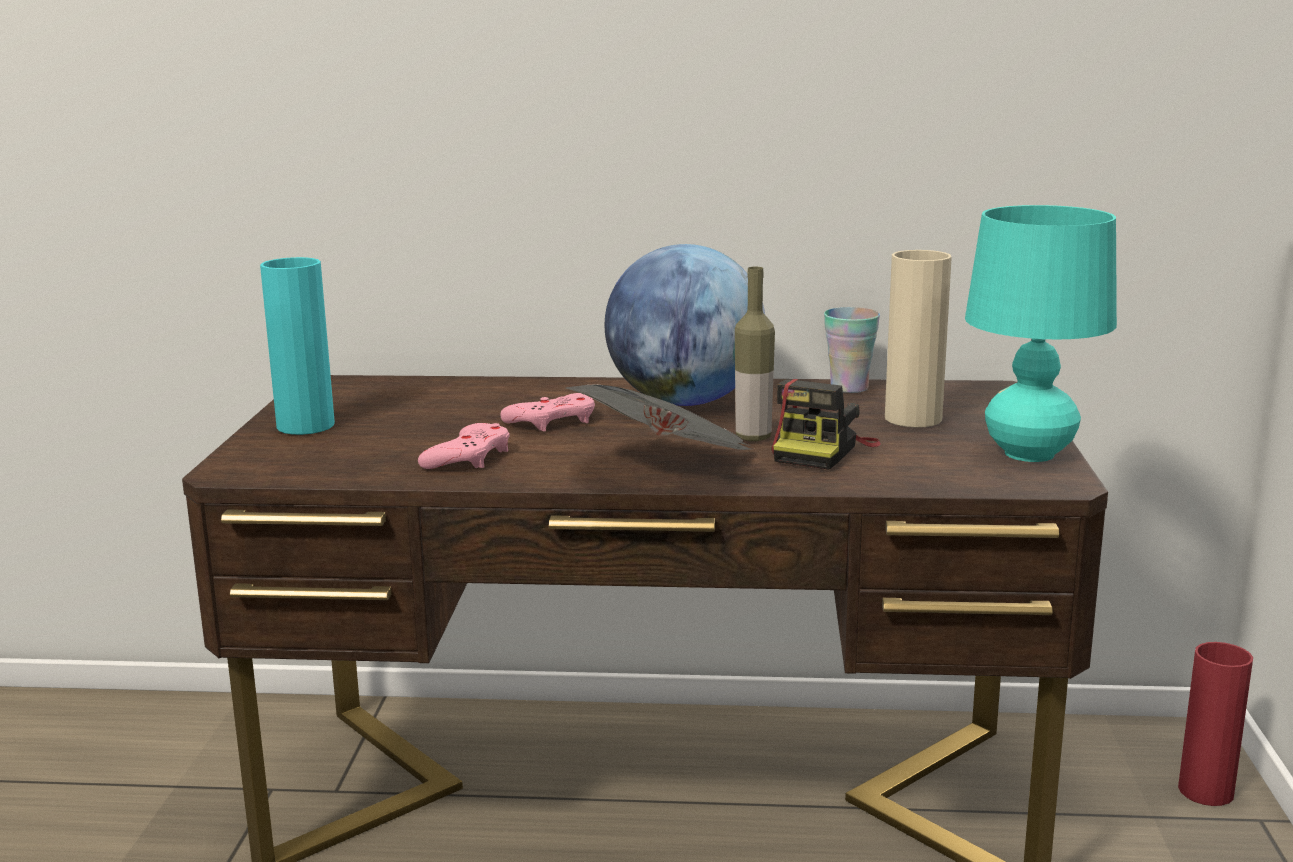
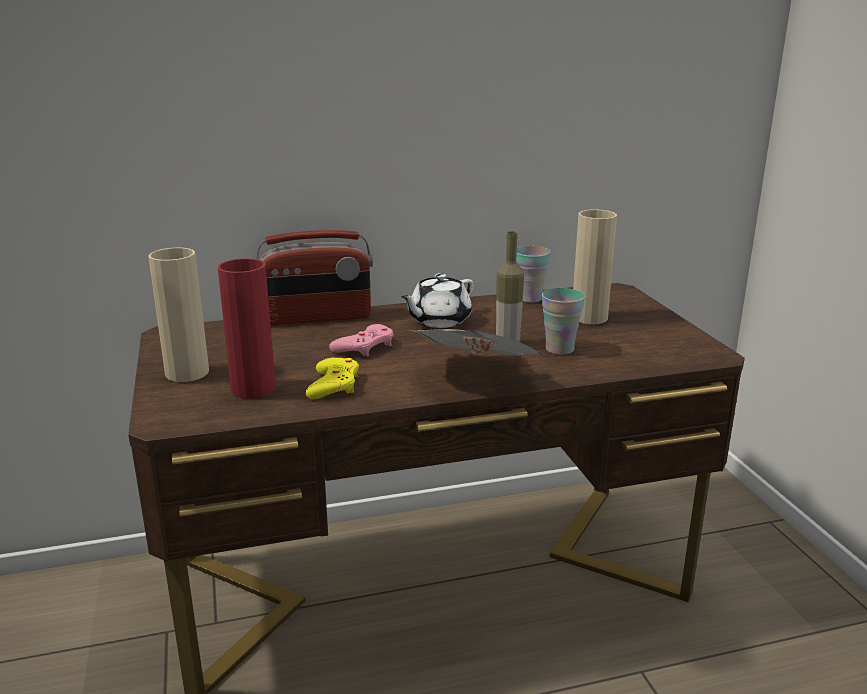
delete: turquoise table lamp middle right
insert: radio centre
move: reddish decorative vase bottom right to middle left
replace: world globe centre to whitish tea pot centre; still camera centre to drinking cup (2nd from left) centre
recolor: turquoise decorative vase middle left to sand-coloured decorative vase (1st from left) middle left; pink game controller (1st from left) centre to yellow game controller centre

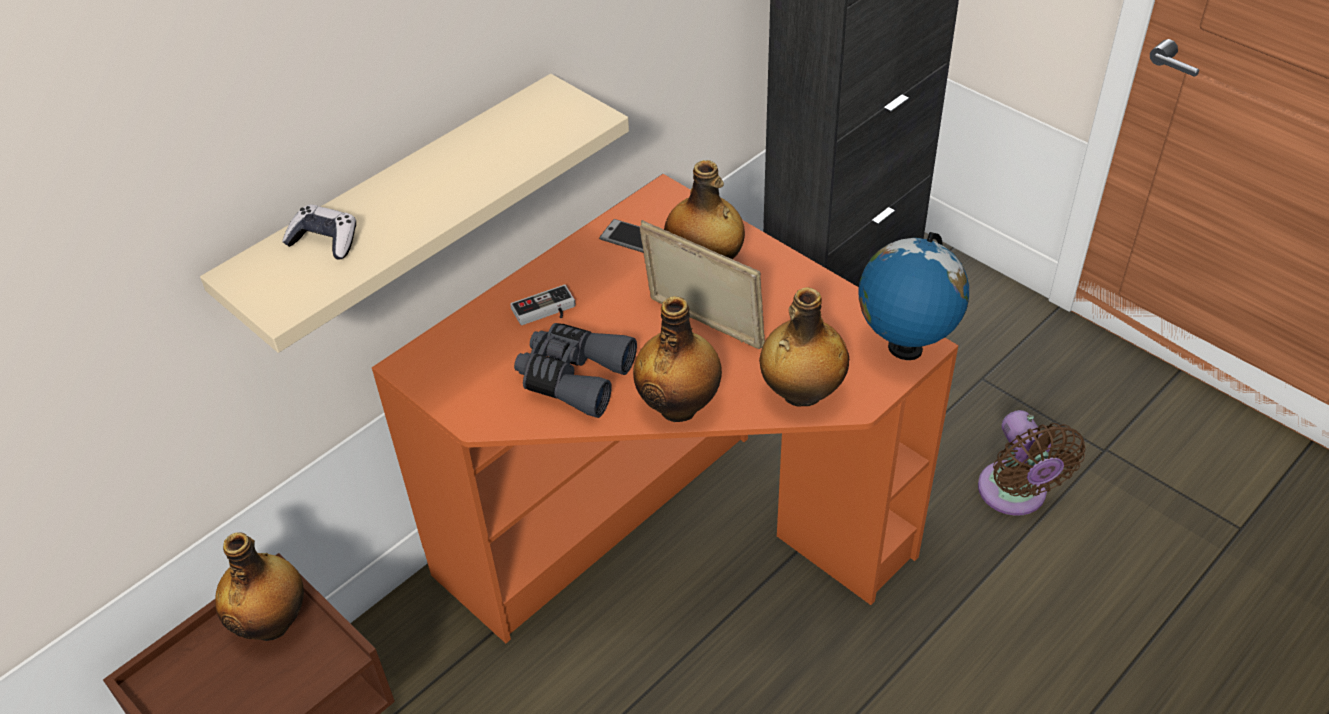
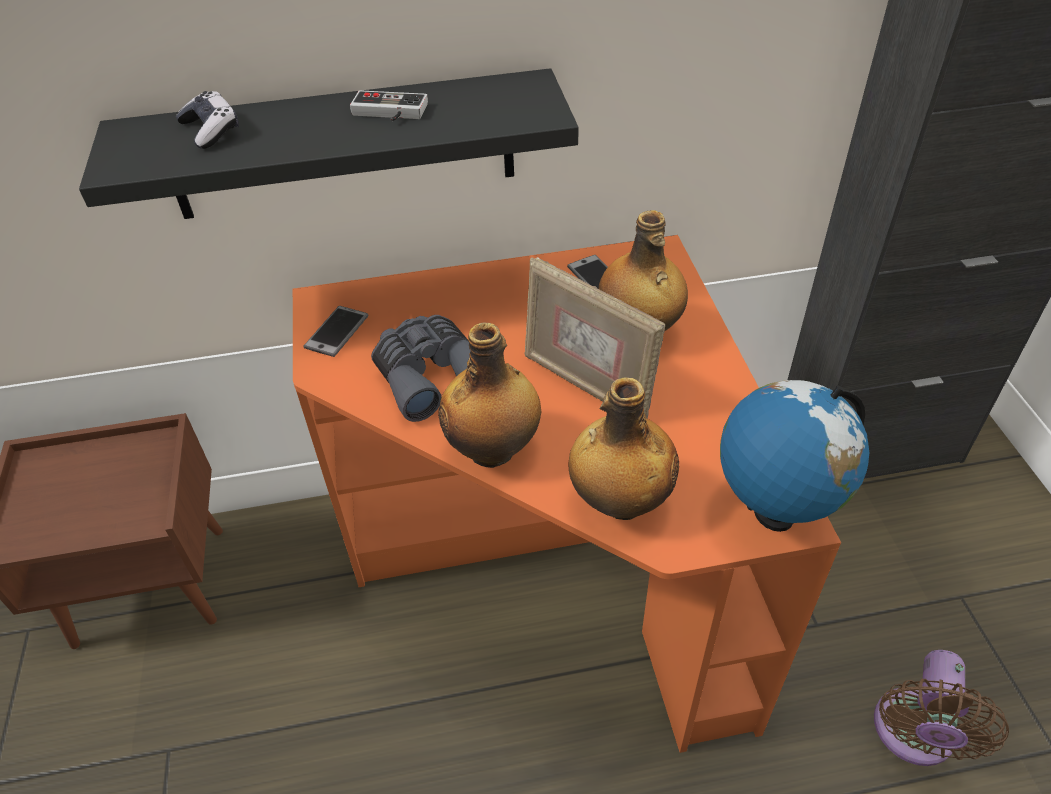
delete: bottle (1st from left) bottom left
insert: telephone (1st from left) middle left
move: game controller (2nd from left) centre to top centre
recolor: sand-coloured bracket shelf top left to black bracket shelf top left
rotate: photo frame centre = centre 150 degrees clockwise

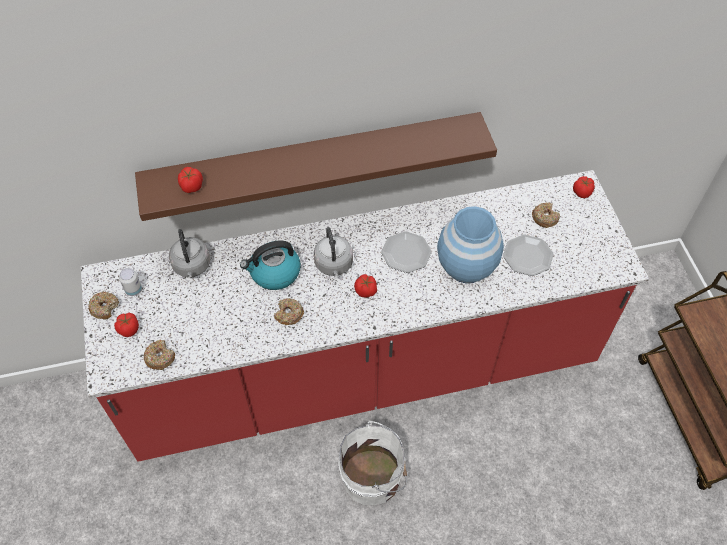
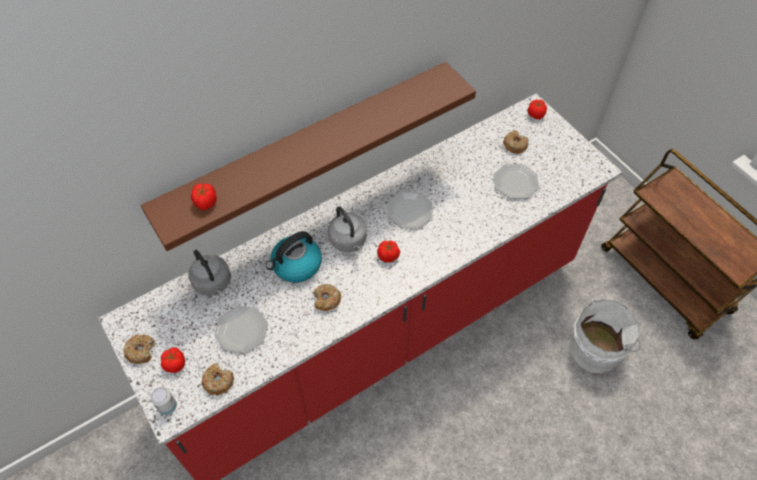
delete: blue-coloured decorative vase centre
insert: plate (1st from left) bottom left
move: sealed can middle left to bottom left; whitish water bucket bottom centre to bottom right

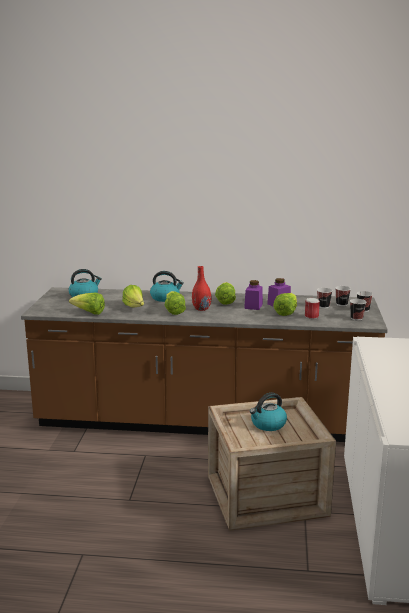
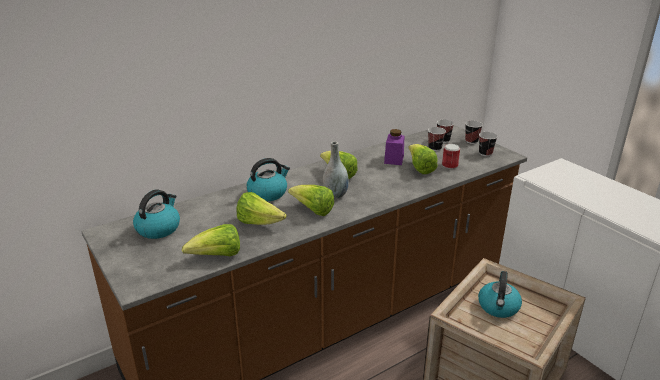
delete: purplish storage jar (1st from left) centre
recolor: reddish decorative vase centre to greyish decorative vase centre

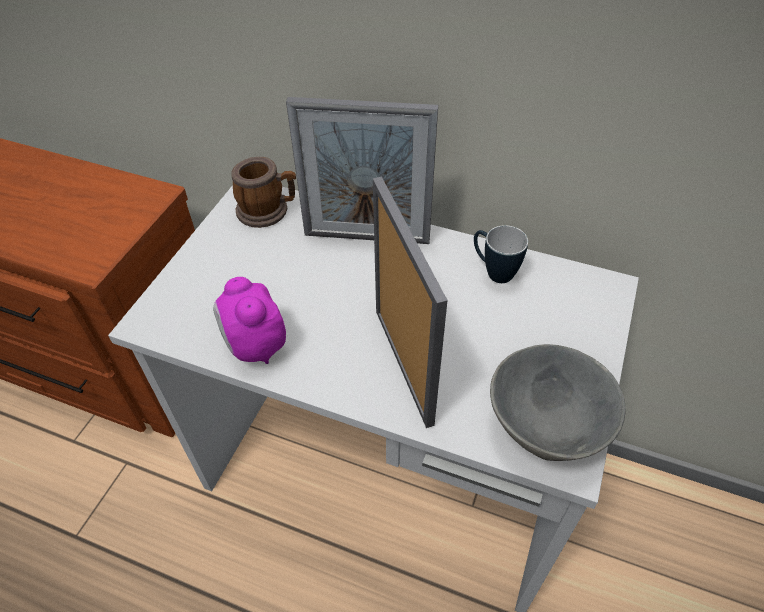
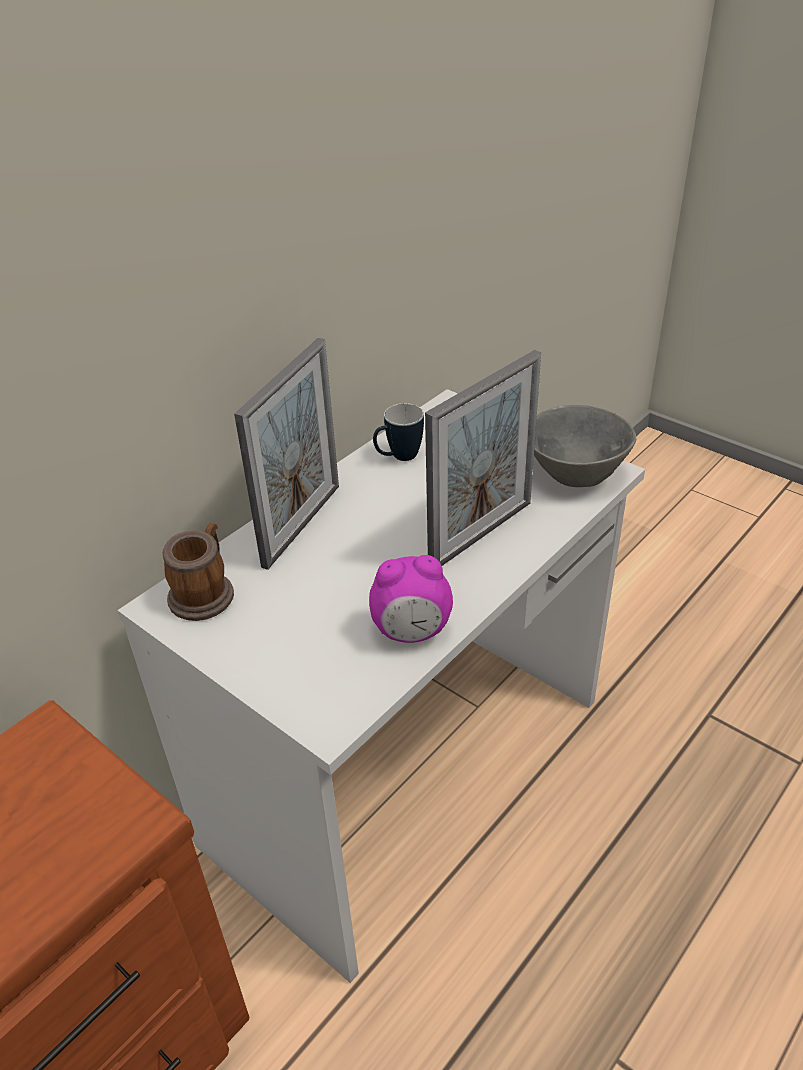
rotate: photo frame (2nd from left) centre = centre 135 degrees clockwise

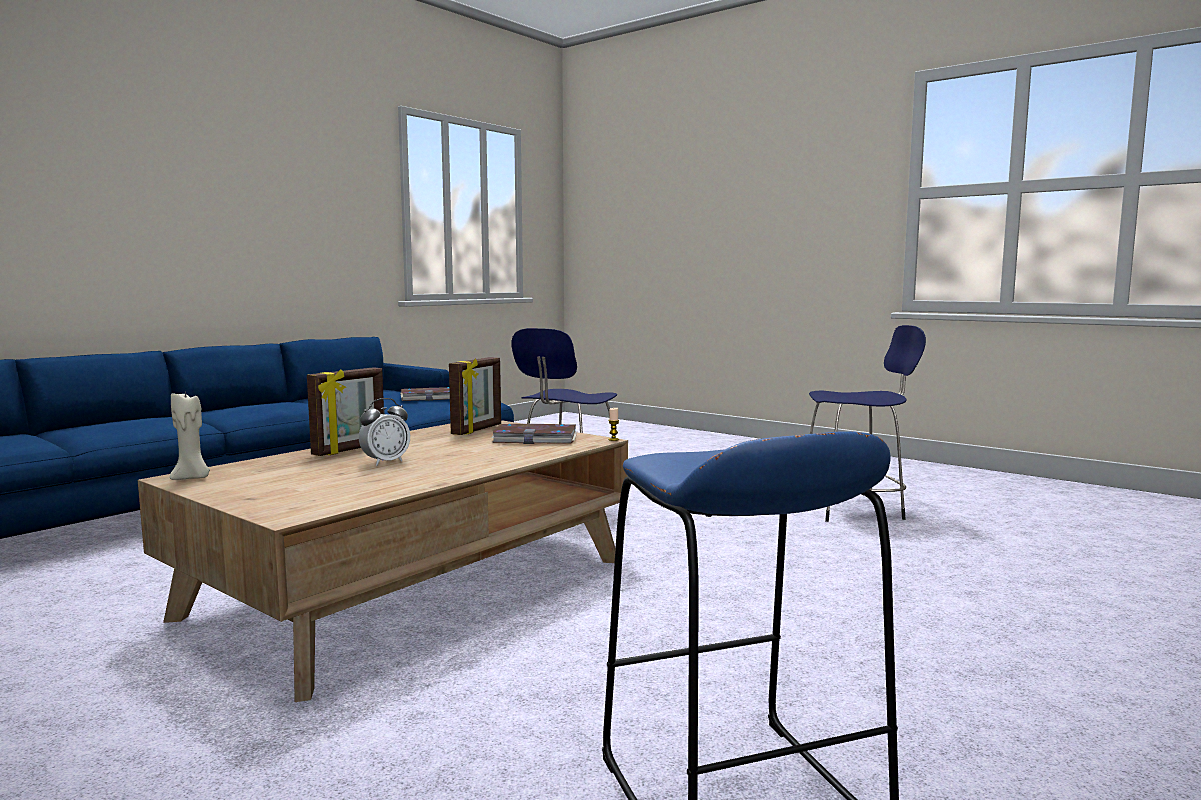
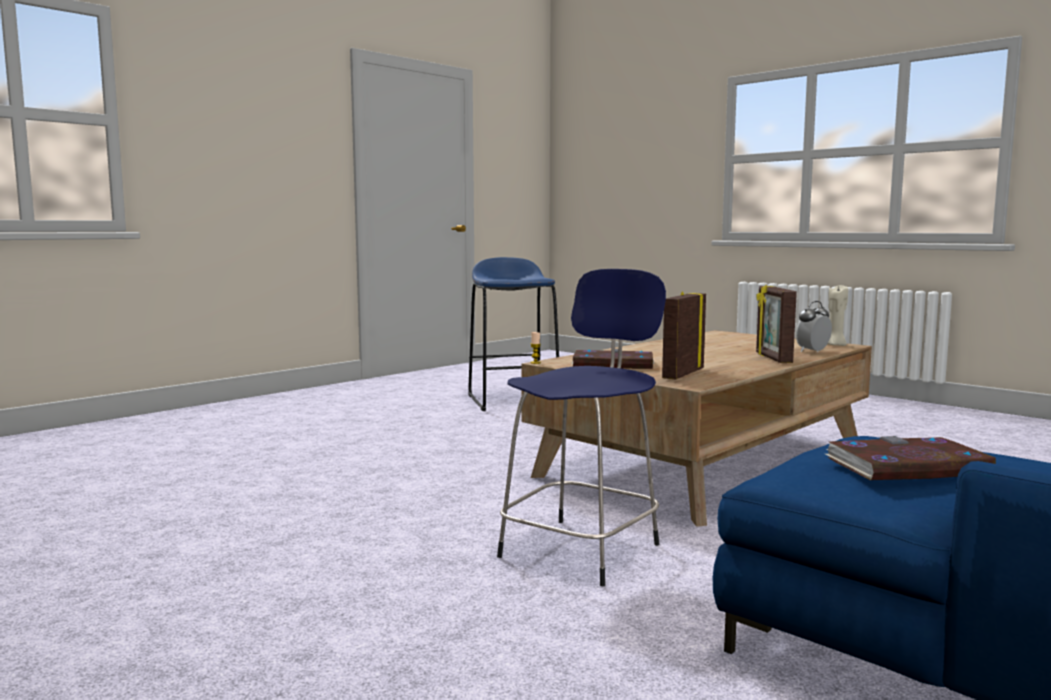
delete: blue-coloured stool (3rd from left) middle right
move: alarm clock middle left to middle right
rotate: photo frame (1st from left in the first image) middle left = middle right 45 degrees counterclockwise

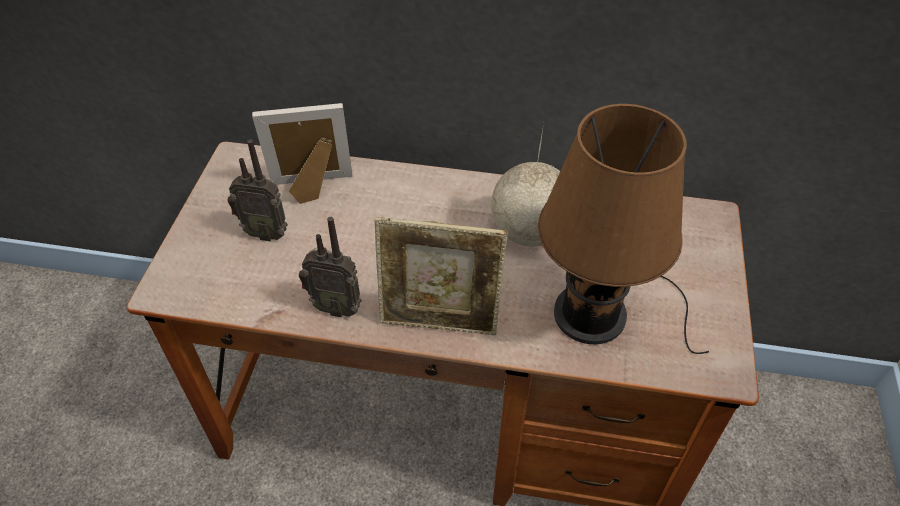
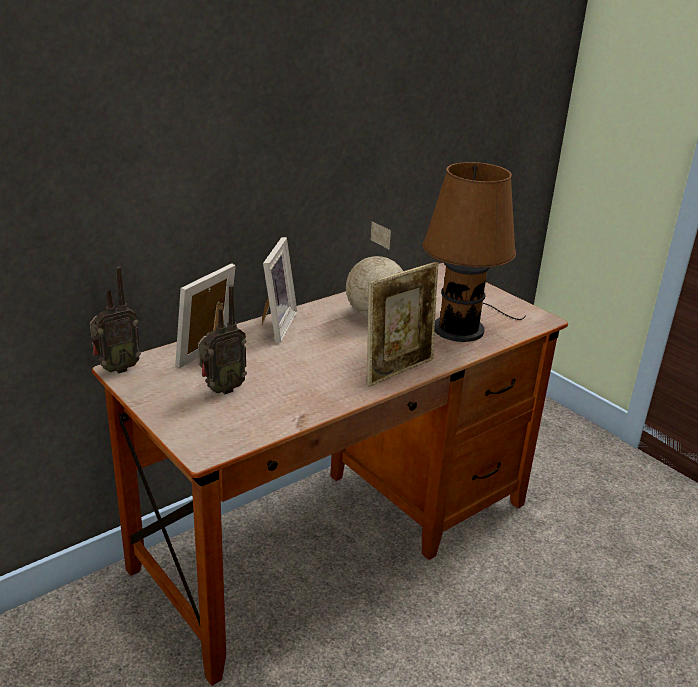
insert: photo frame (2nd from left) centre
move: radio (2nd from left in the first image) centre to radio (1st from left) middle left

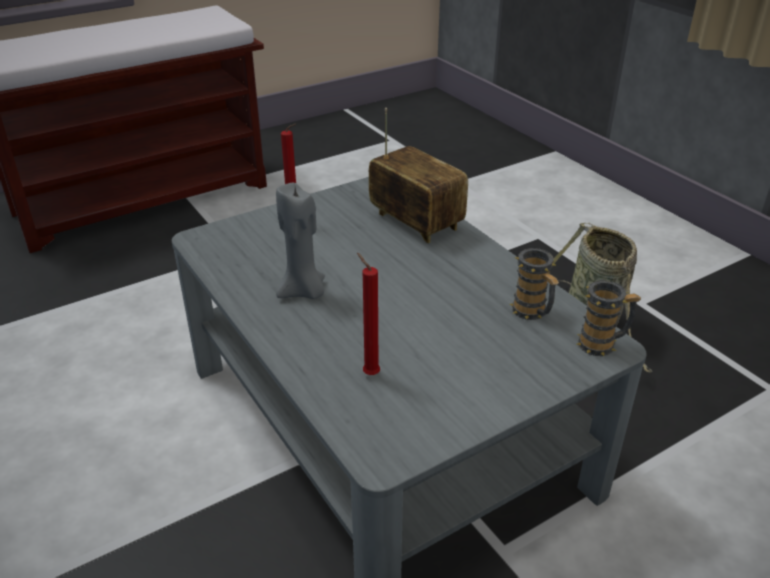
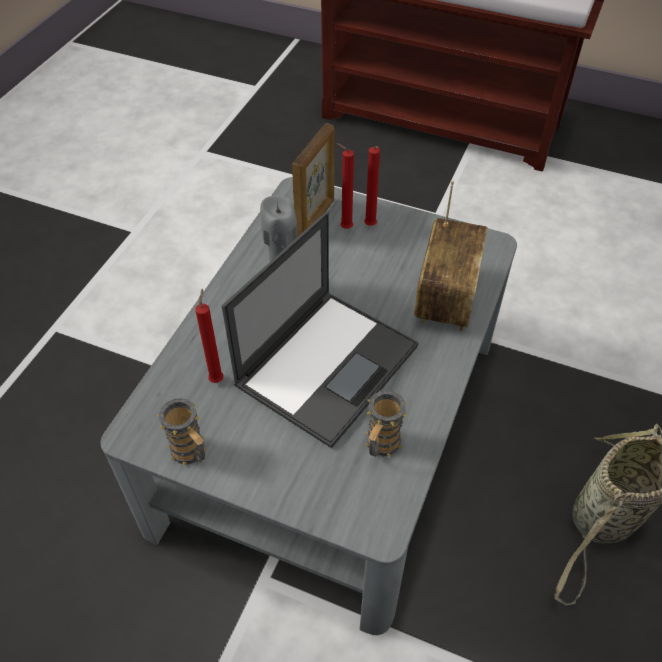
insert: notebook computer centre; photo frame top centre; reddish wax candle (2nd from left) top centre
move: mug (2nd from left in the first image) middle right to mug (1st from left) middle left

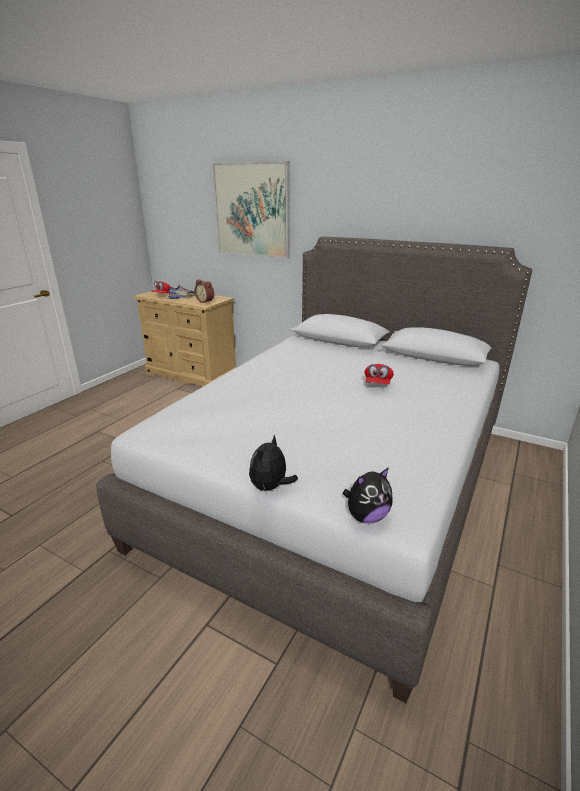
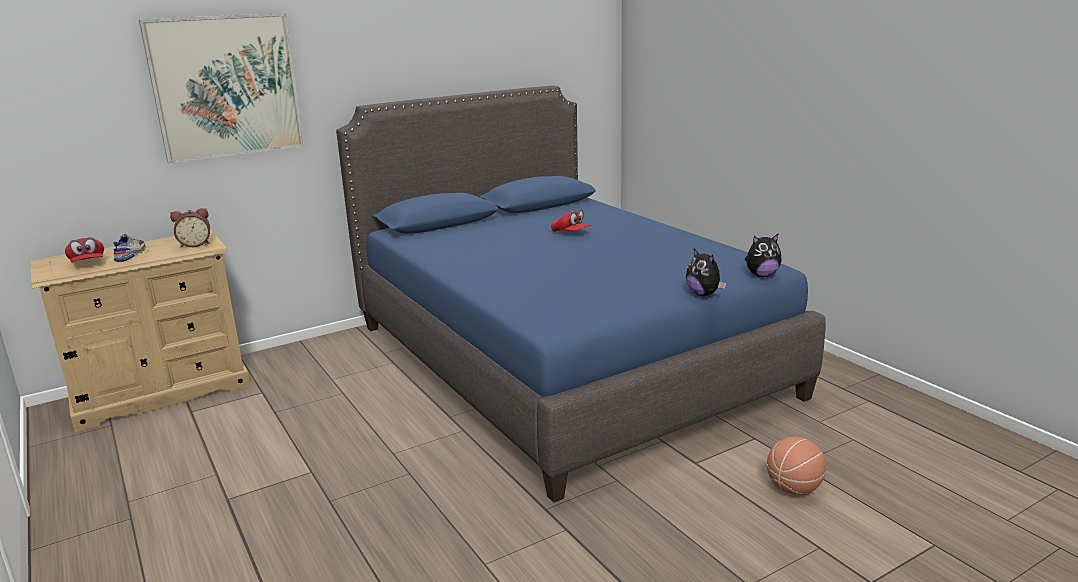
insert: ball for basketball bottom right
recolor: greyish sleeping bed centre to blue-coloured sleeping bed centre
rotate: cuddly toy (2nd from left) centre = middle right 75 degrees clockwise

